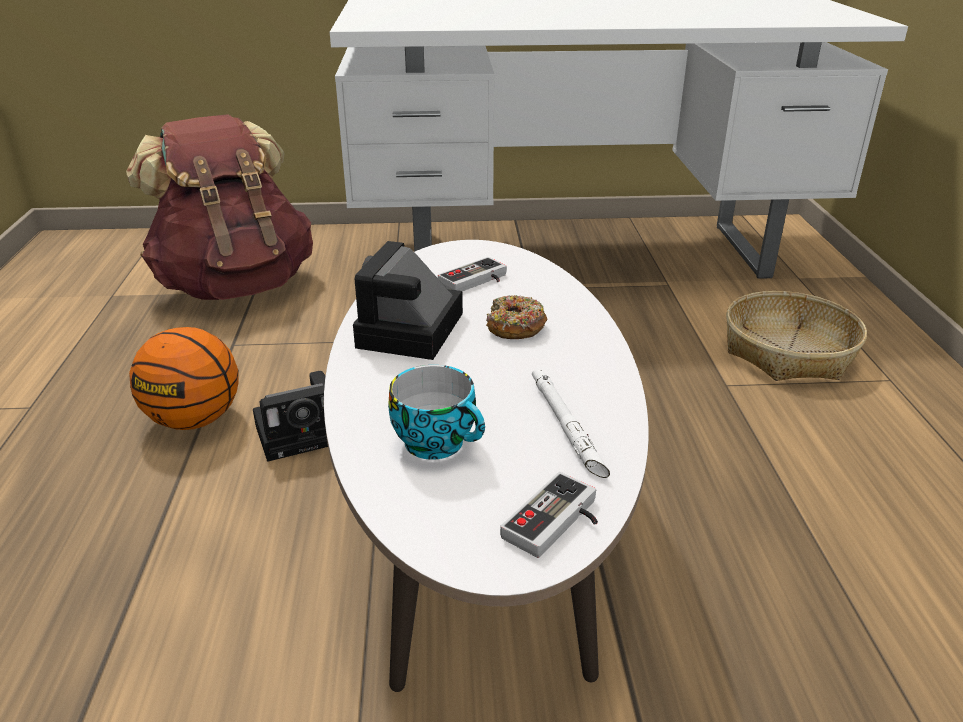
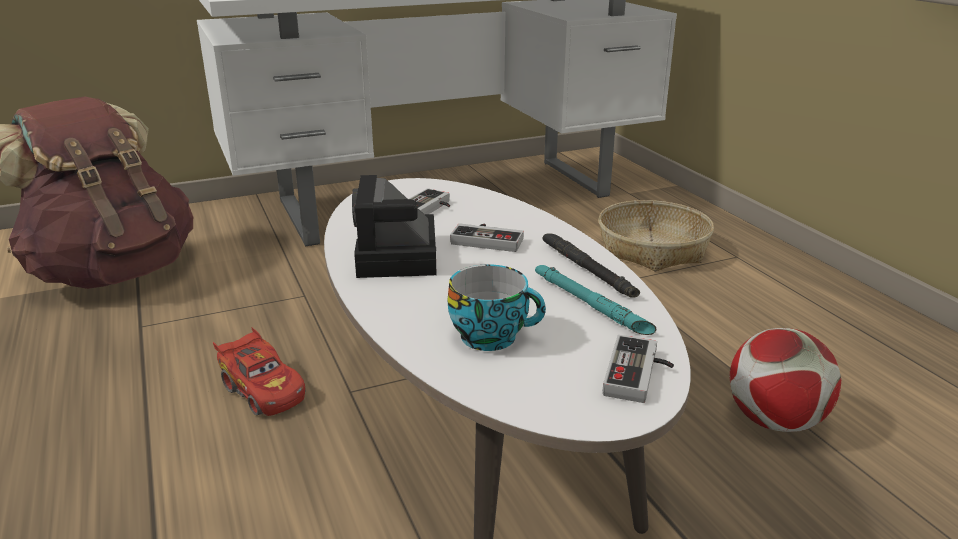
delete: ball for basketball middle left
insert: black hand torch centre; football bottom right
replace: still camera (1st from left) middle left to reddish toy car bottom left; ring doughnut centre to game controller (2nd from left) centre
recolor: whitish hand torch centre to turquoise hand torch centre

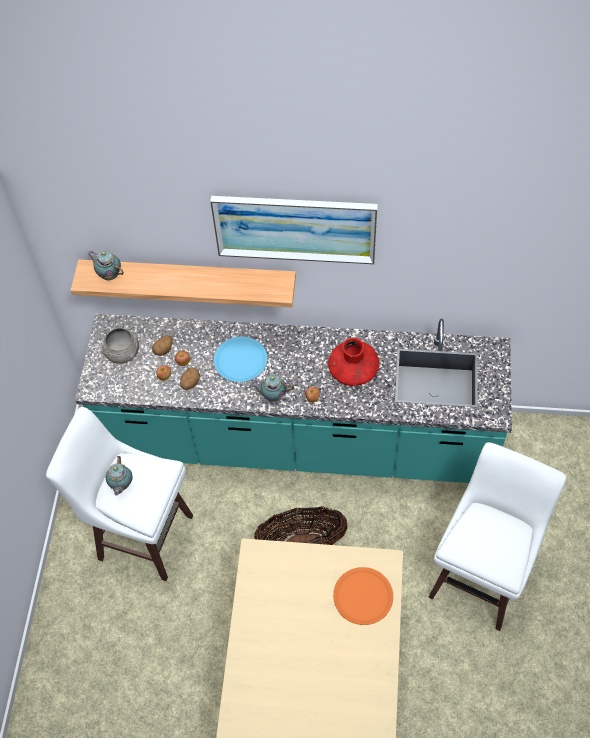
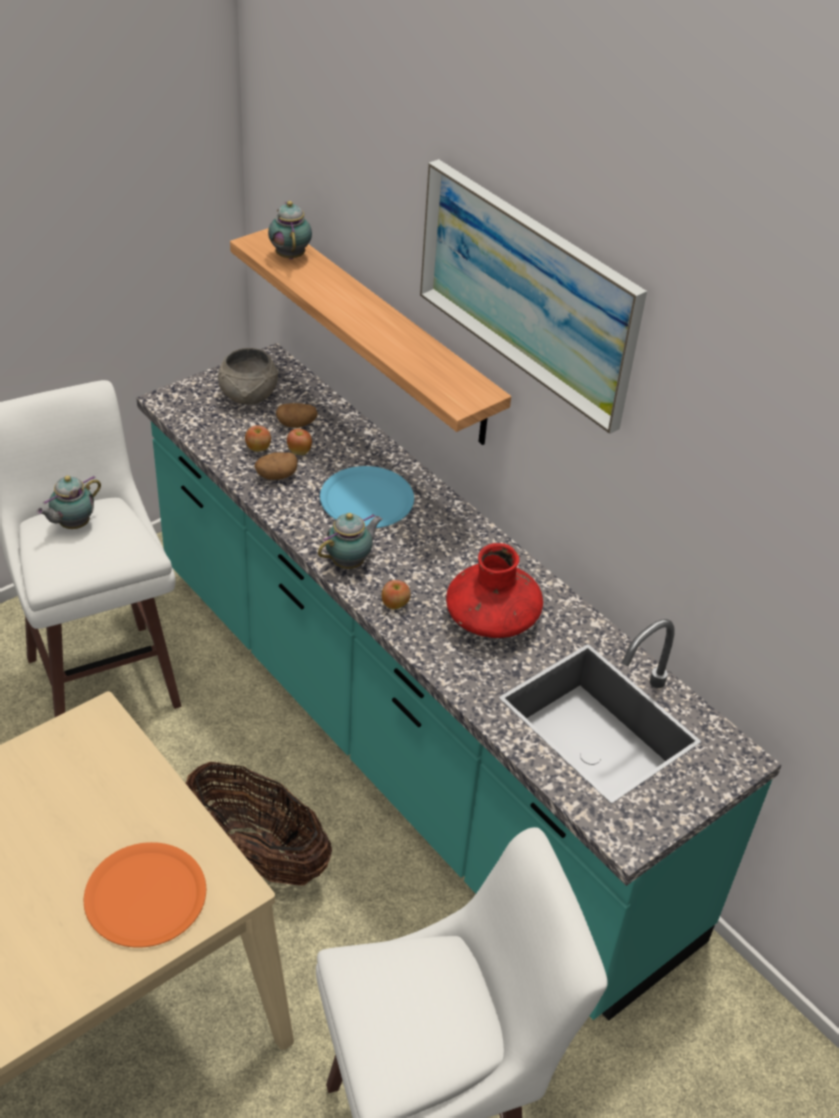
rotate: tea pot (3rd from left) centre = centre 90 degrees clockwise

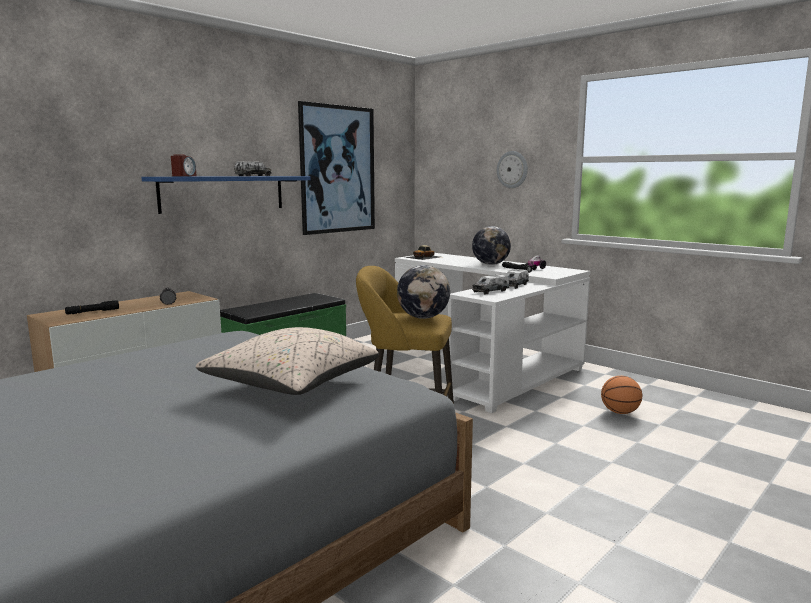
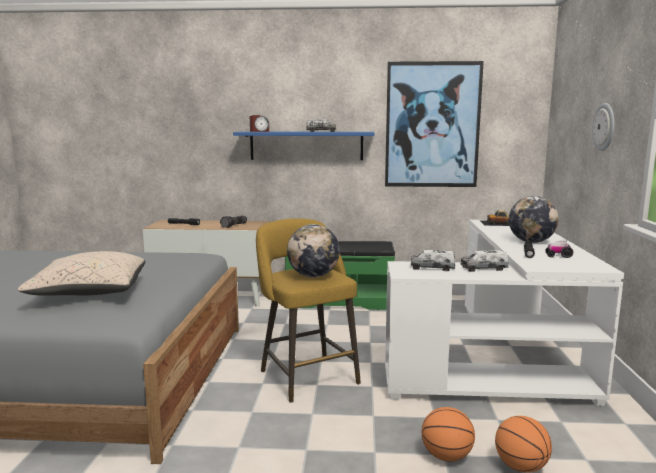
insert: ball for basketball (1st from left) bottom right

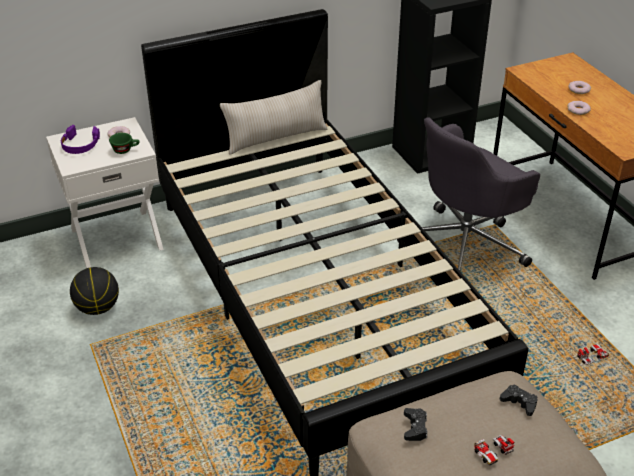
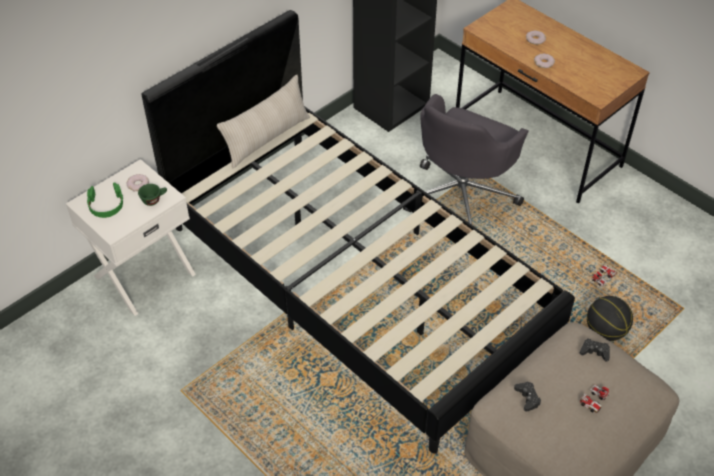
move: ball for basketball middle left to bottom right
recolor: purplish headset top left to green-coloured headset middle left

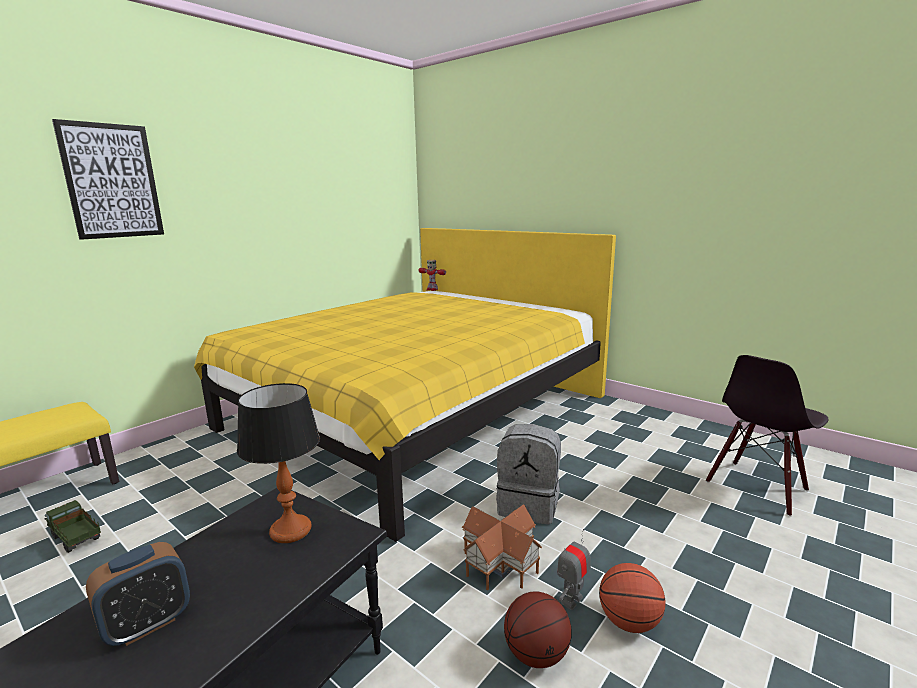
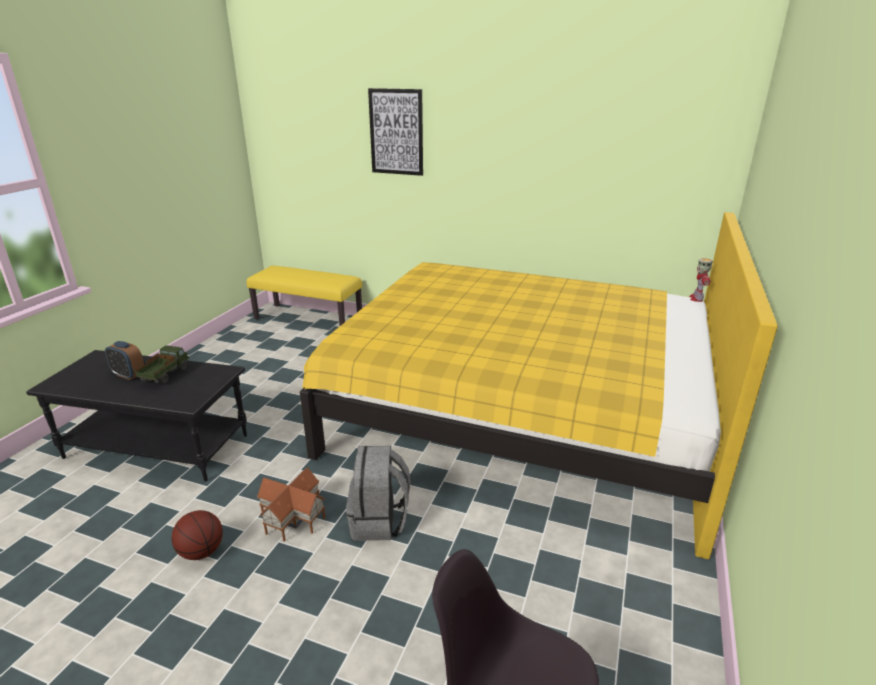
delete: table lamp bottom left; model robot (2nd from left) bottom centre; ball for basketball (2nd from left) bottom right
move: toy lorry bottom left to middle left

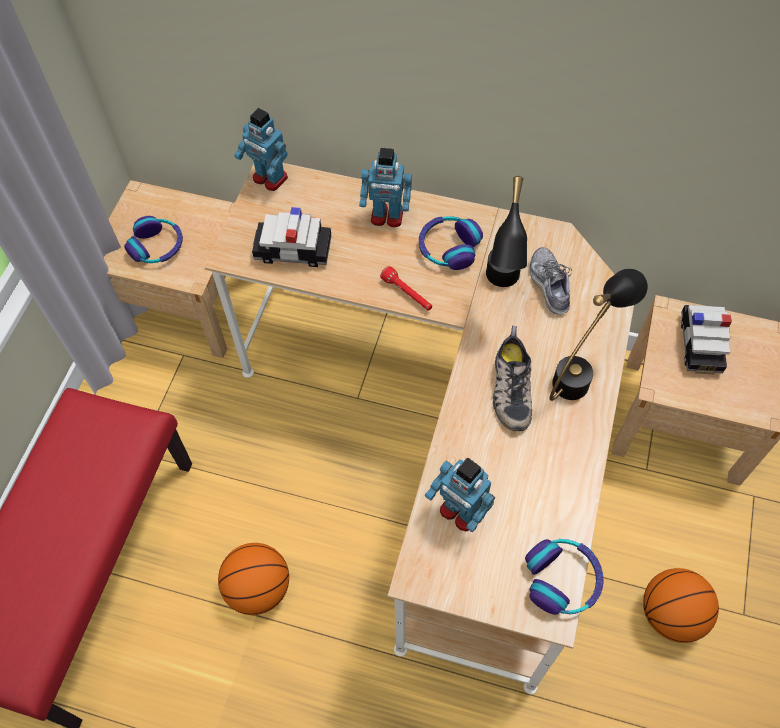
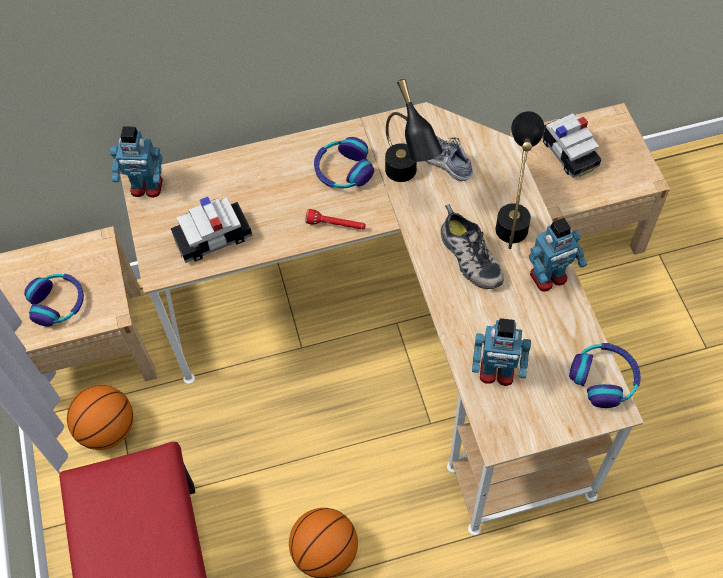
move: ball for basketball (2nd from left in the first image) bottom right to ball for basketball (1st from left) bottom left; model robot (2nd from left in the first image) top centre to model robot (3rd from left) middle right

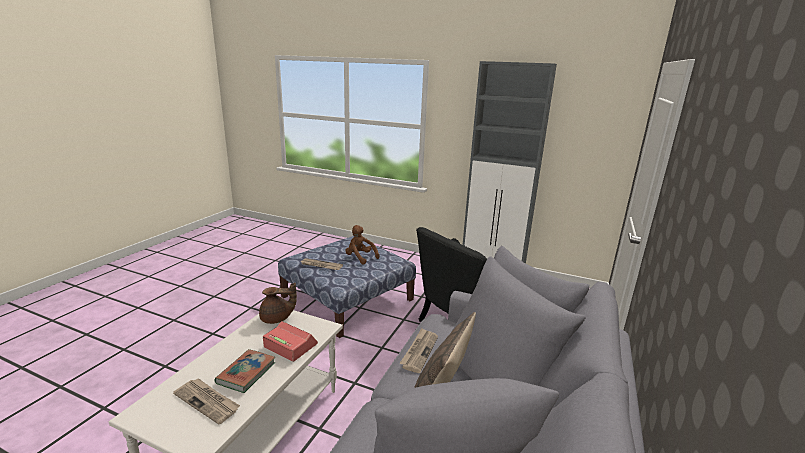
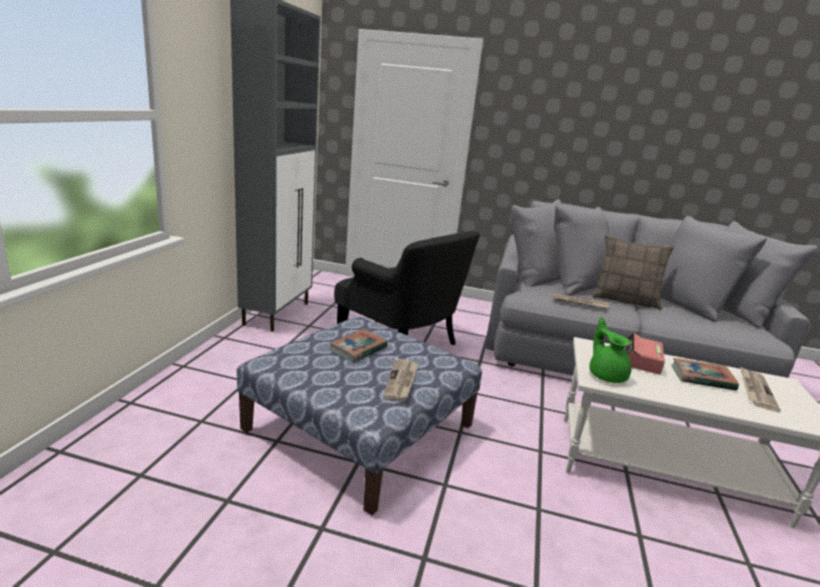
replace: brown cuddly toy centre to book (1st from left) centre
recolor: brown tea pot bottom centre to green-coloured tea pot middle right

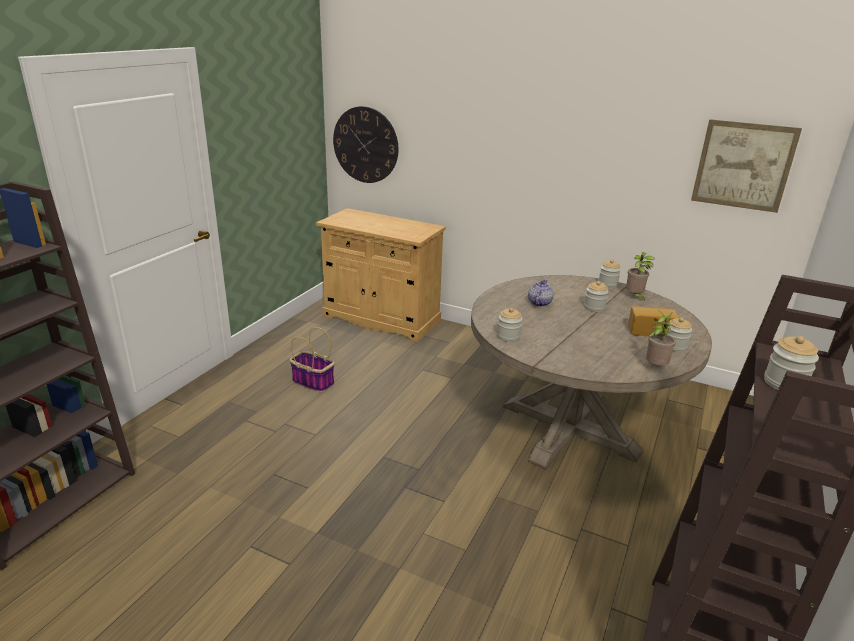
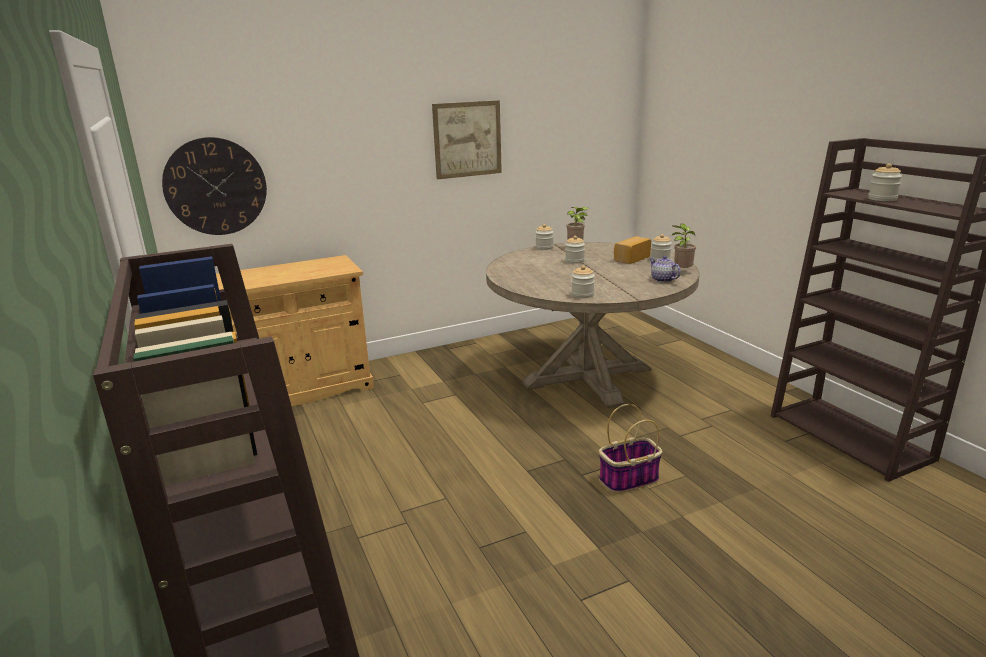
move: picture top right to top centre; household basket centre to bottom centre; tea pot centre to middle right

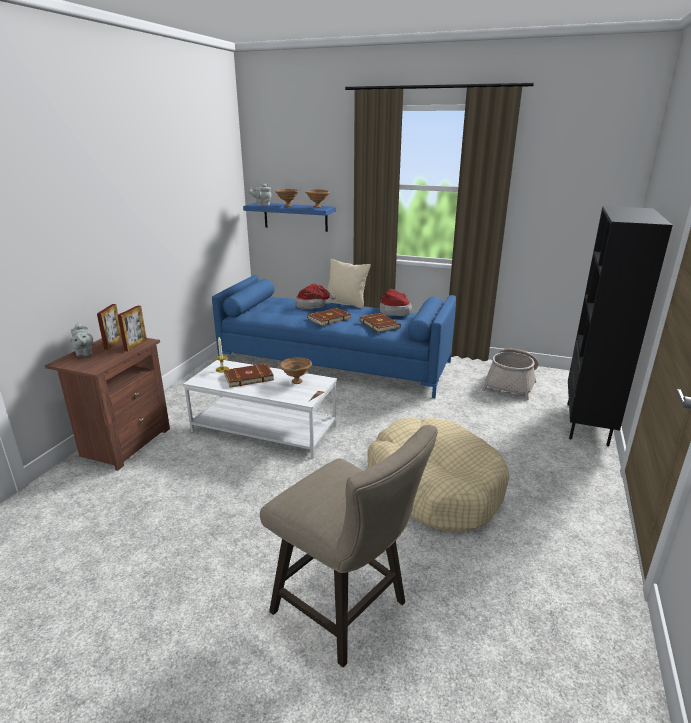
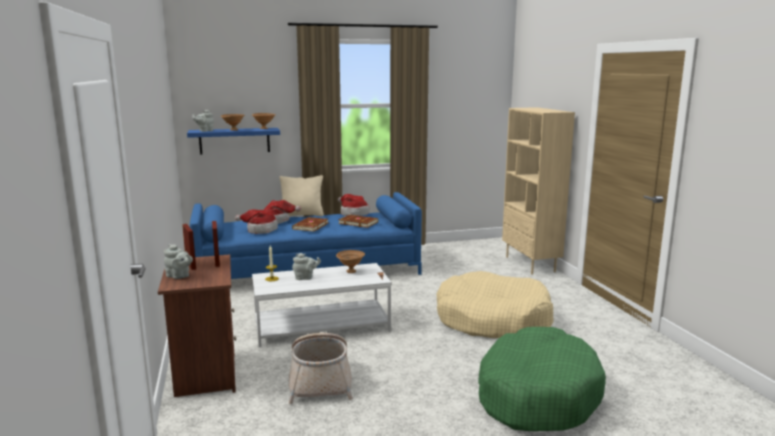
insert: wearable hat (1st from left) middle left
move: household basket middle right to bottom centre
replace: brown book (1st from left) centre to greyish tea pot (3rd from left) centre; sand-coloured stool bottom centre to green-coloured dog bed bottom right
recolor: black bookshelf middle right to sand-coloured bookshelf middle right

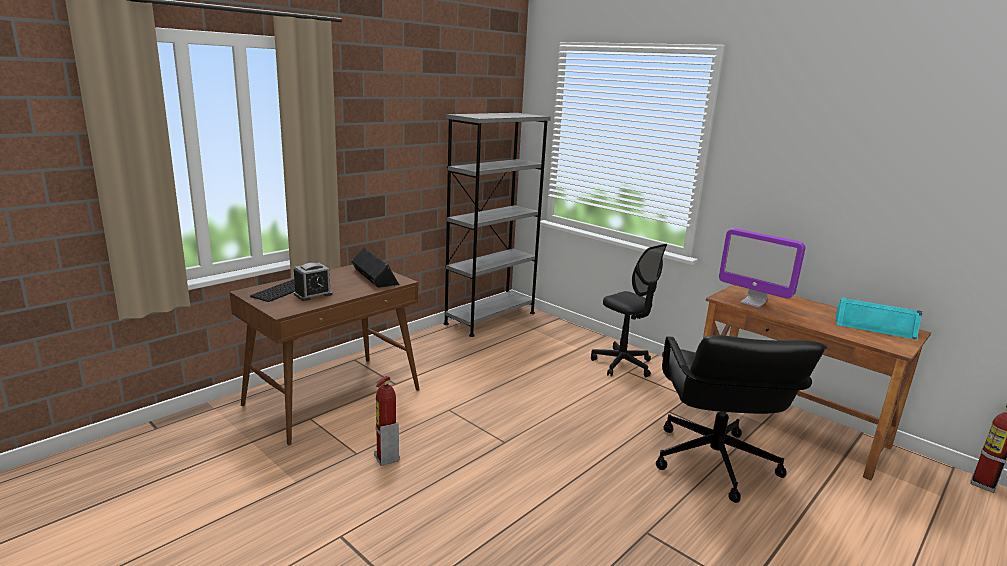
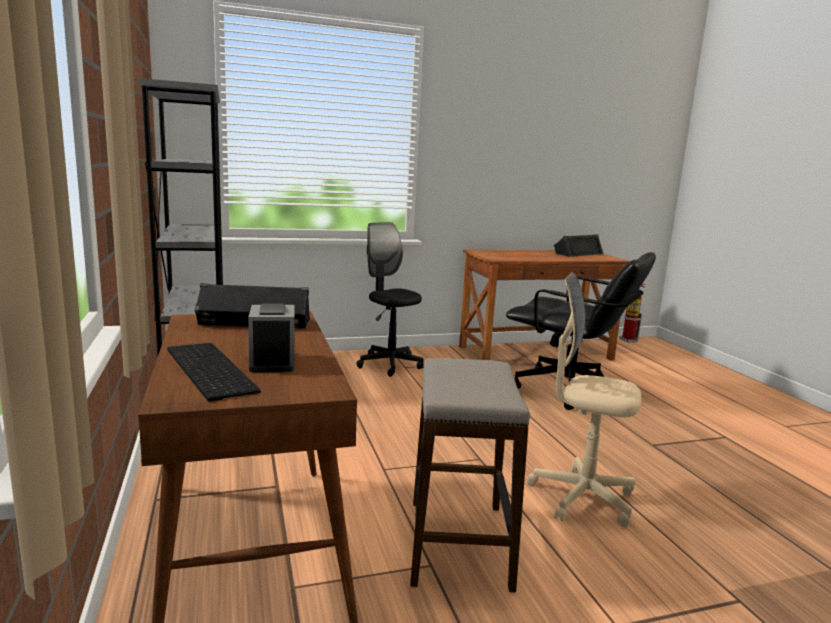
delete: computer screen middle right
insert: sand-coloured computer chair middle right
replace: extinguisher (1st from left) bottom centre to stool bottom centre
recolor: turquoise loudspeaker middle right to black loudspeaker (2nd from left) middle right
rotate: black computer chair (1st from left) centre = centre 120 degrees counterclockwise

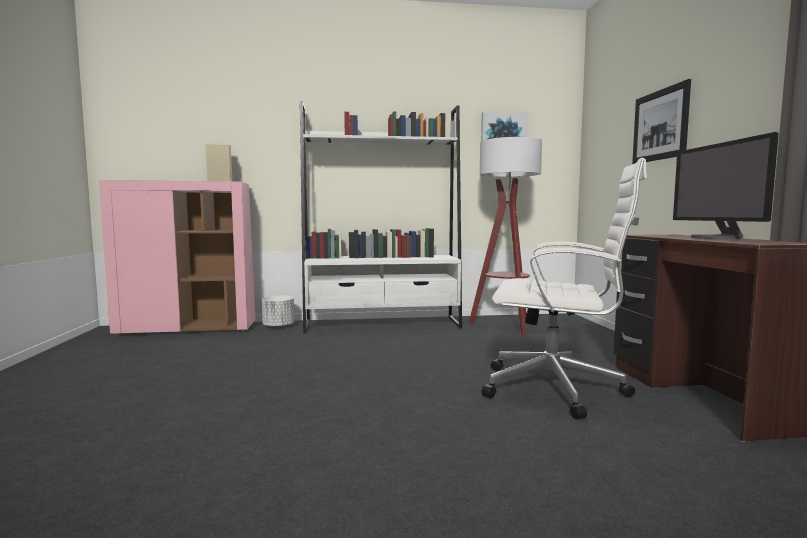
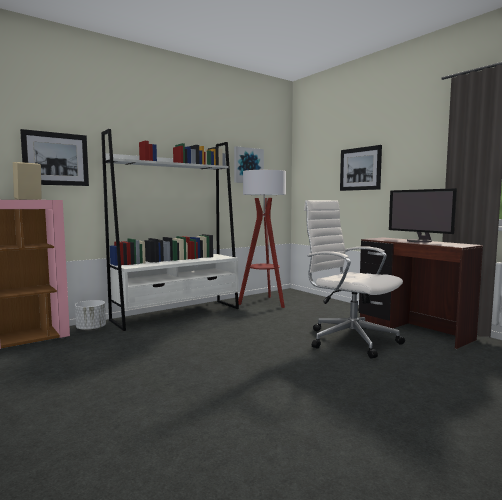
insert: picture (1st from left) top left
rotate: whitish computer chair middle right = middle right 120 degrees counterclockwise

